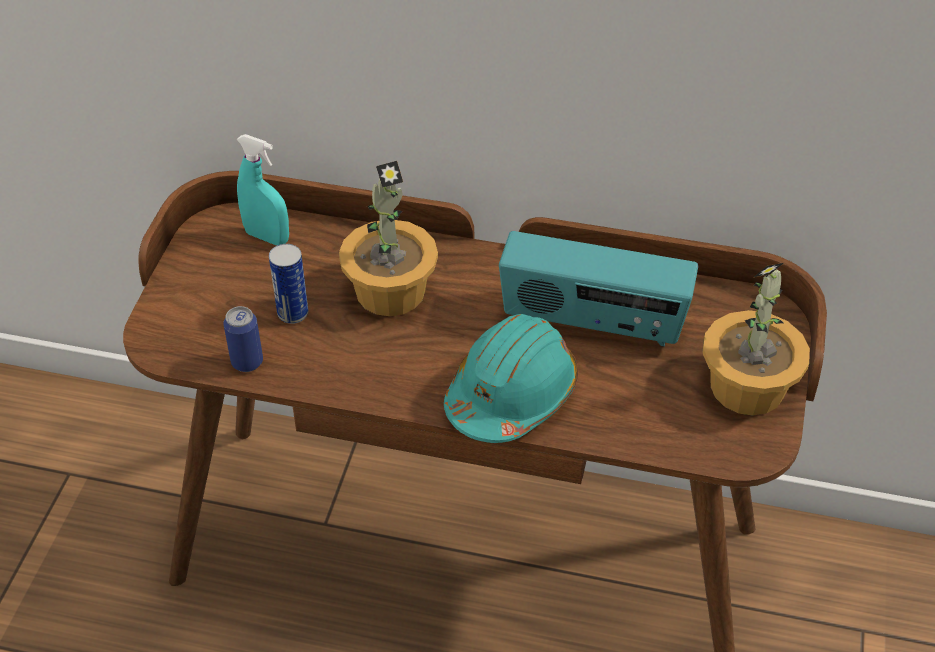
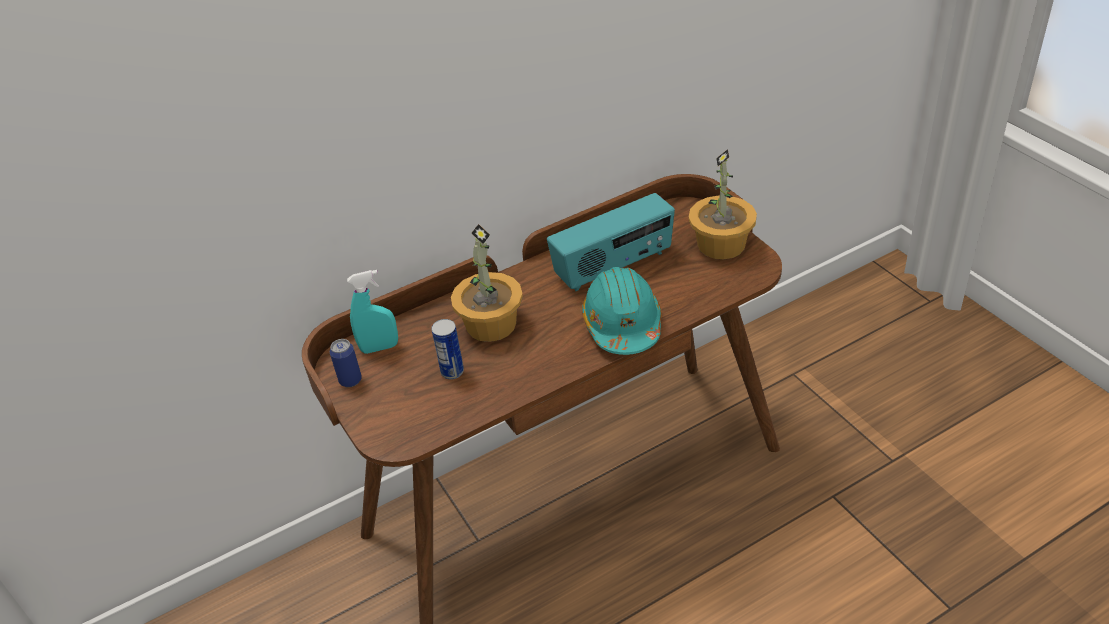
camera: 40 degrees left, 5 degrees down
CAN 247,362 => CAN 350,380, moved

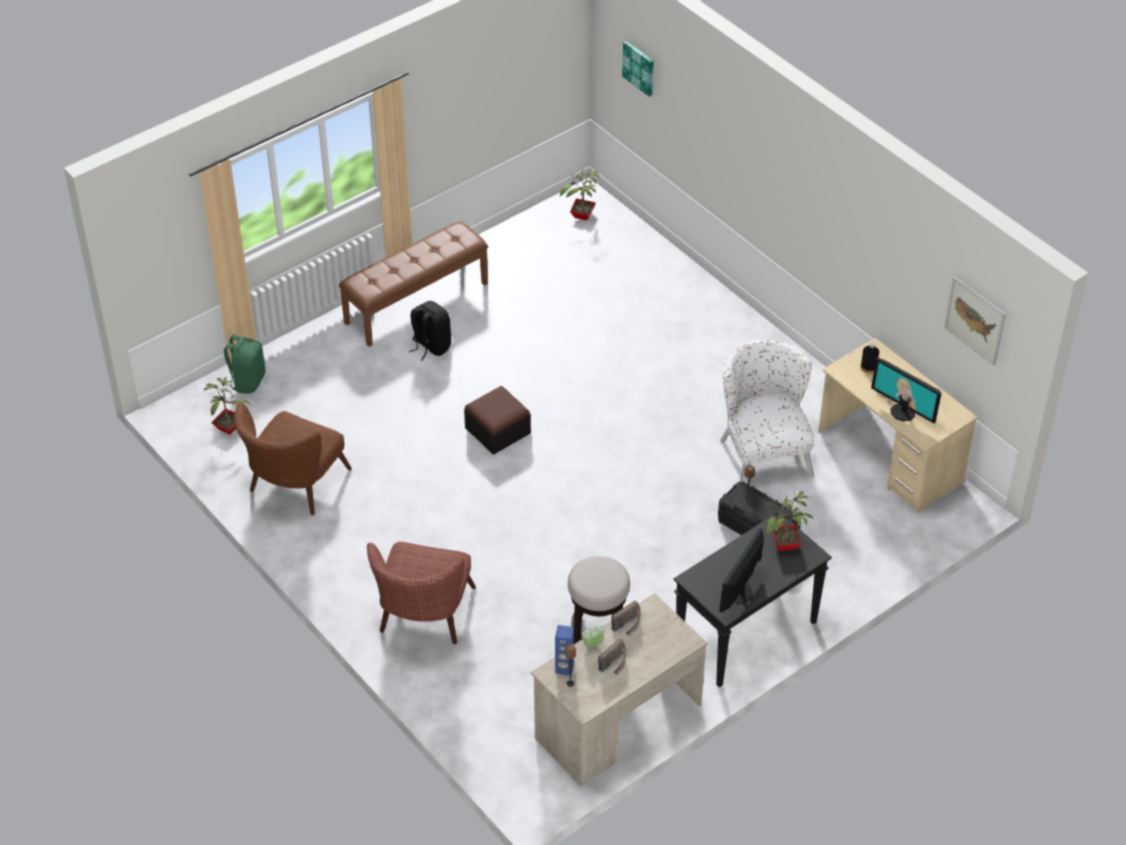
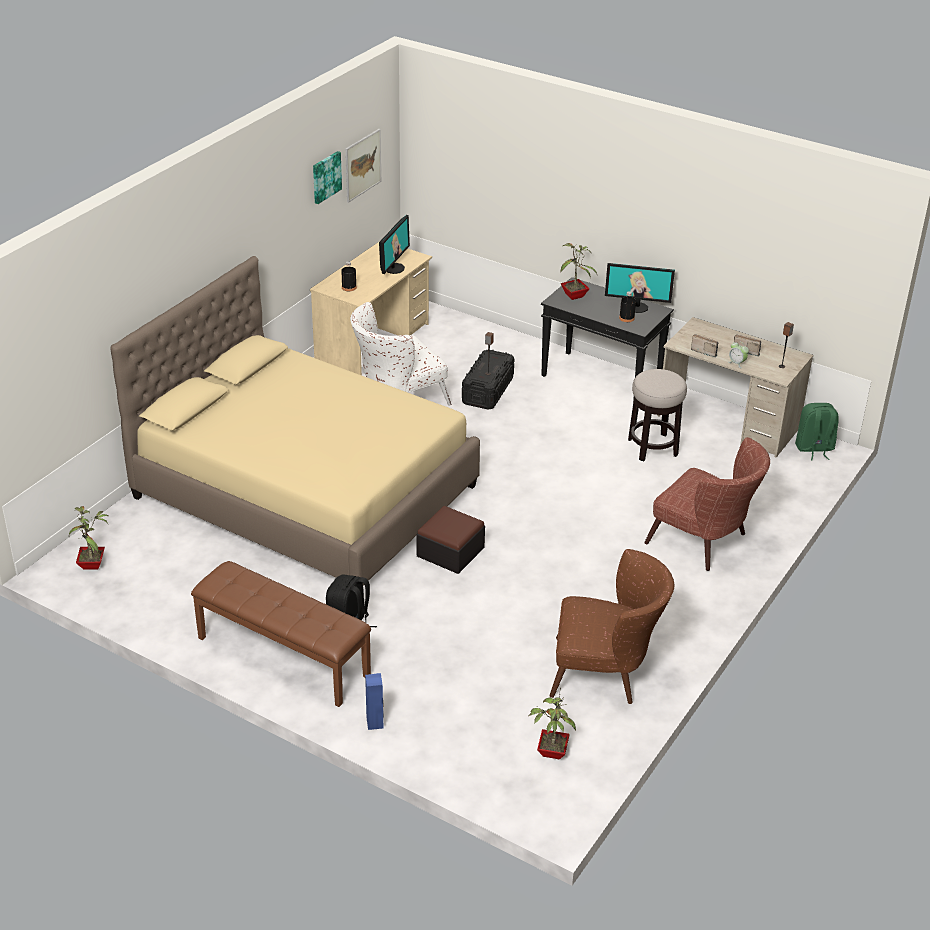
camera: 110 degrees left, 10 degrees down
PICTURE 639,67 => PICTURE 325,177, moved
GREEN BACKPACK 247,381 => GREEN BACKPACK 814,449, moved
BROWN ARMCHAIR 423,618 => BROWN ARMCHAIR 705,543, 45 degrees clockwise
BLUE SPEAKER 564,669 => BLUE SPEAKER 375,723, moved
nothing => BEIGE BED 306,491
nothing => BLACK BOTTLE 626,318

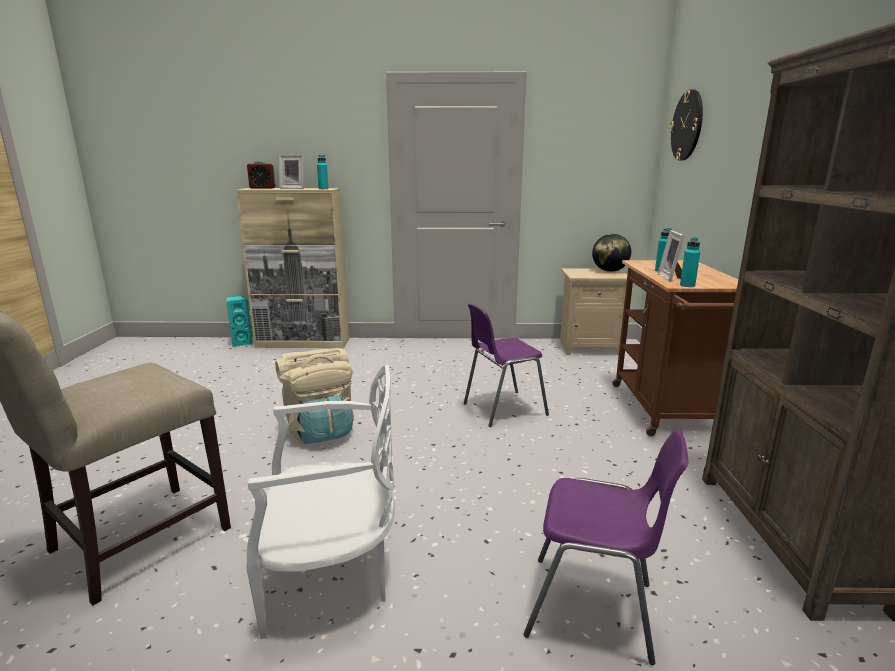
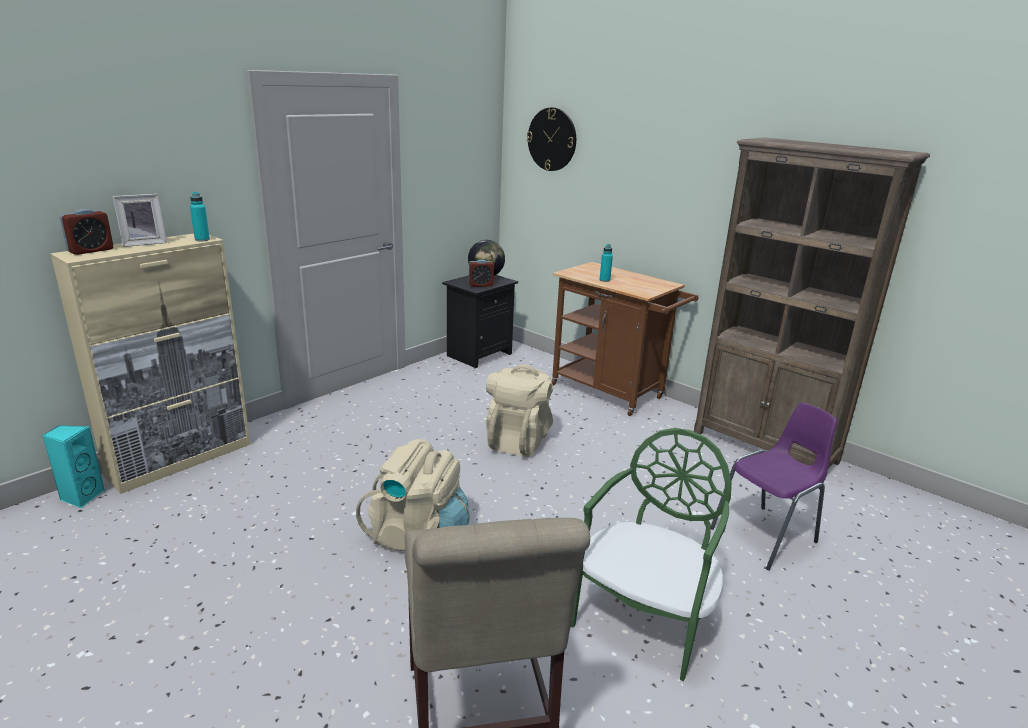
camera: 50 degrees left, 5 degrees up
PICTURE FRAME 671,278 => nothing
TURQUOISE BOTTLE 687,285 => nothing
BEIGE NIGHTSTAND 588,347 => BLACK NIGHTSTAND 478,354
PURPLE CHAIR 502,409 => BEIGE BACKPACK 518,440
WHITE CHAIR 331,576 => GREEN CHAIR 645,620
nothing => ALARM CLOCK 481,285

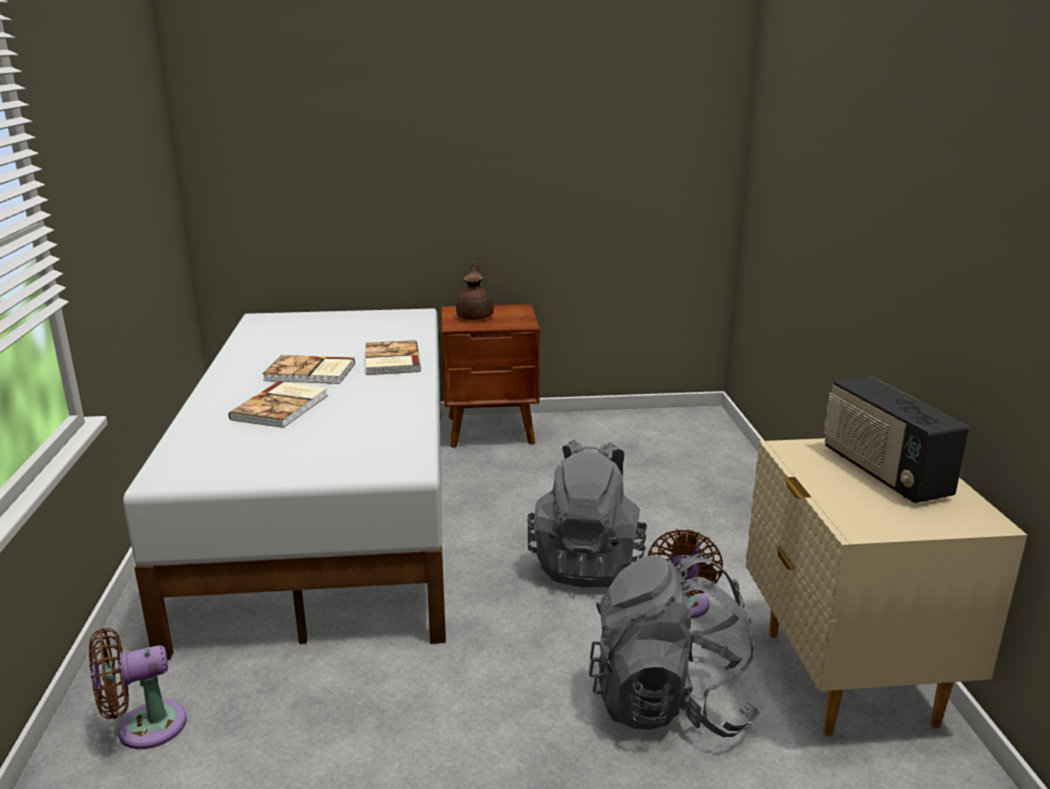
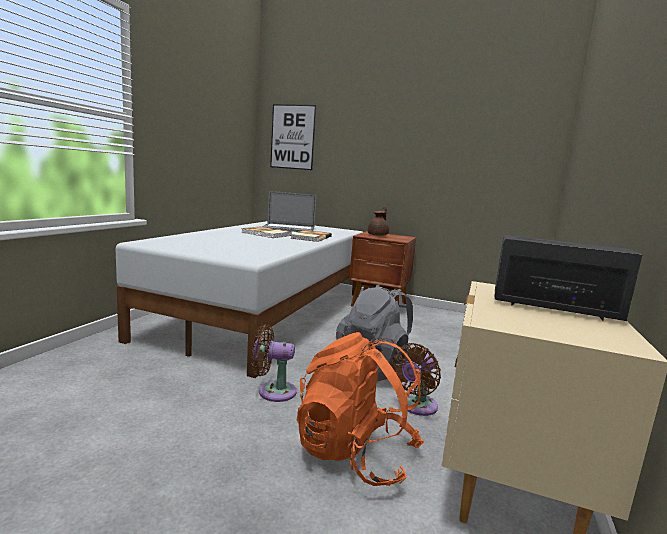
camera: 25 degrees right, 10 degrees down
RADIO 883,473 => RADIO 554,308, 105 degrees clockwise
BOOK 282,407 => nothing
GREY BACKPACK 669,703 => ORANGE BACKPACK 355,453
BROWN FAN 144,727 => BROWN FAN 273,391, moved
nothing => PICTURE 292,137
nothing => LAPTOP 288,229

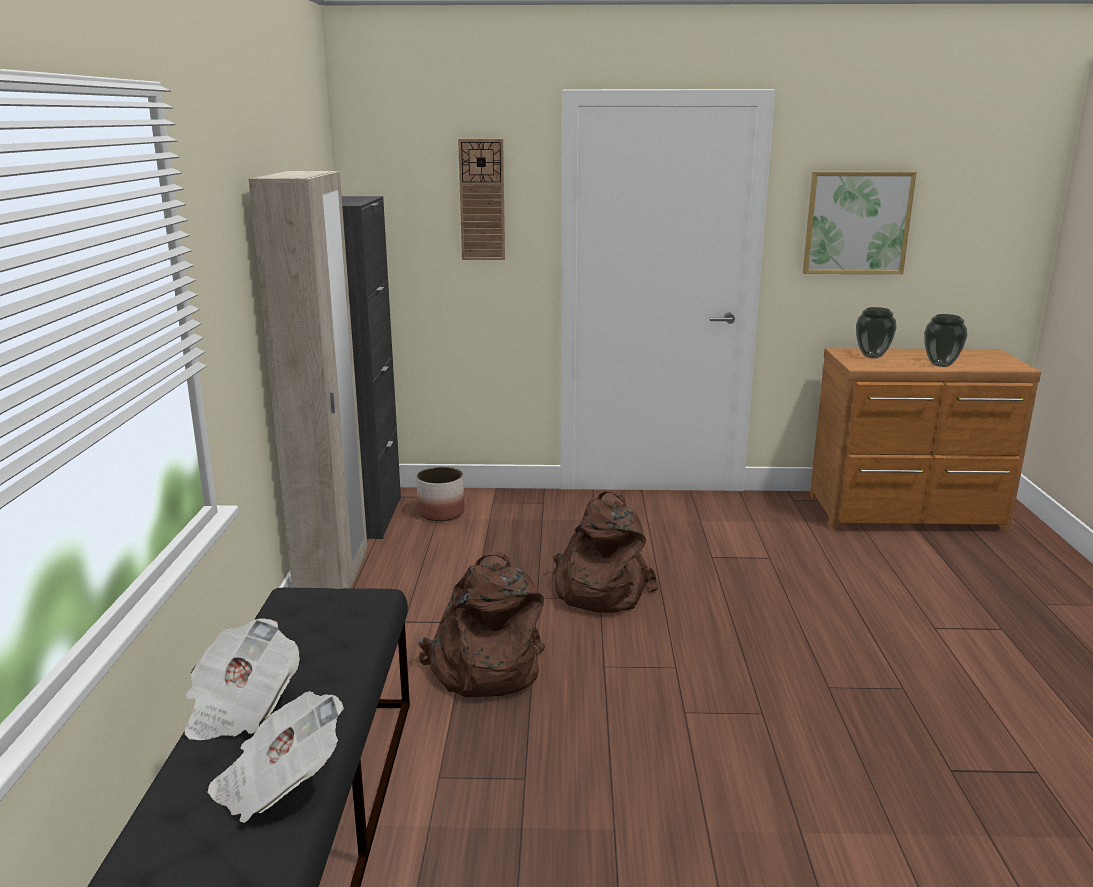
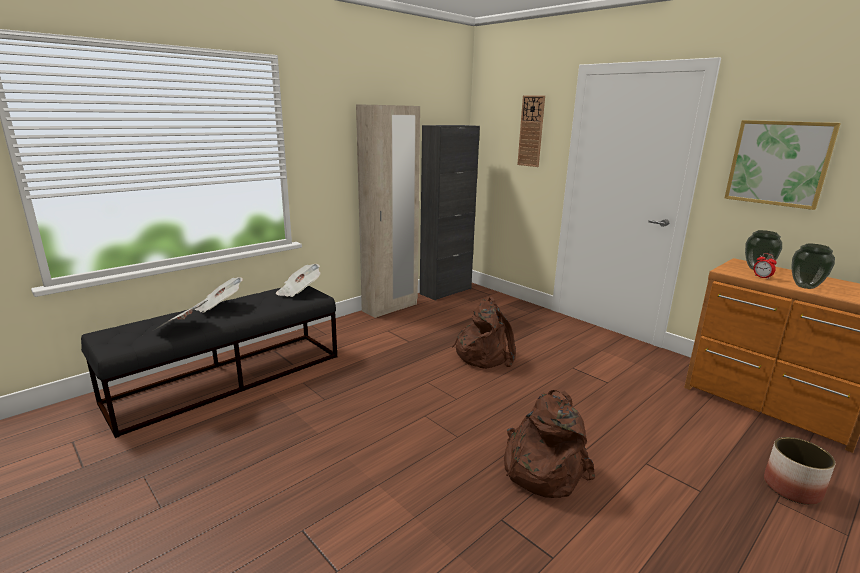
camera: 45 degrees right, 0 degrees up
PLANTER 441,513 => PLANTER 791,488, moved
BROWN BACKPACK 483,669 => BROWN BACKPACK 541,469, moved
nothing => ALARM CLOCK 762,277
nothing => NEWSPAPER 299,291

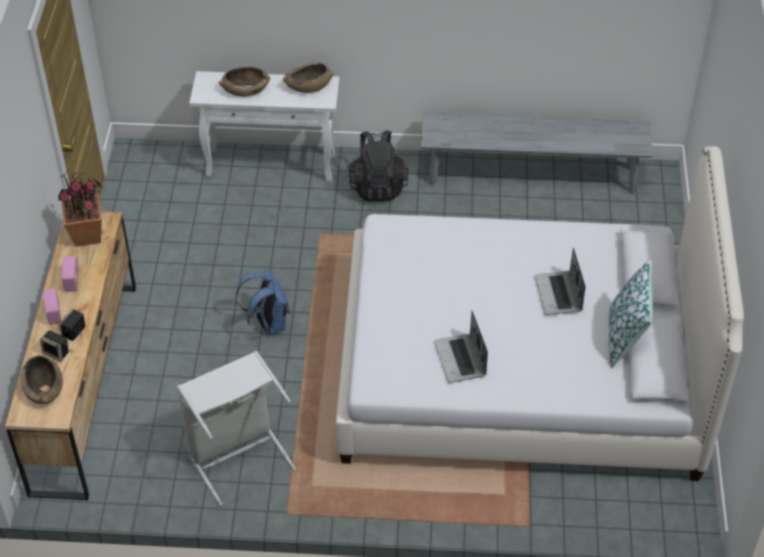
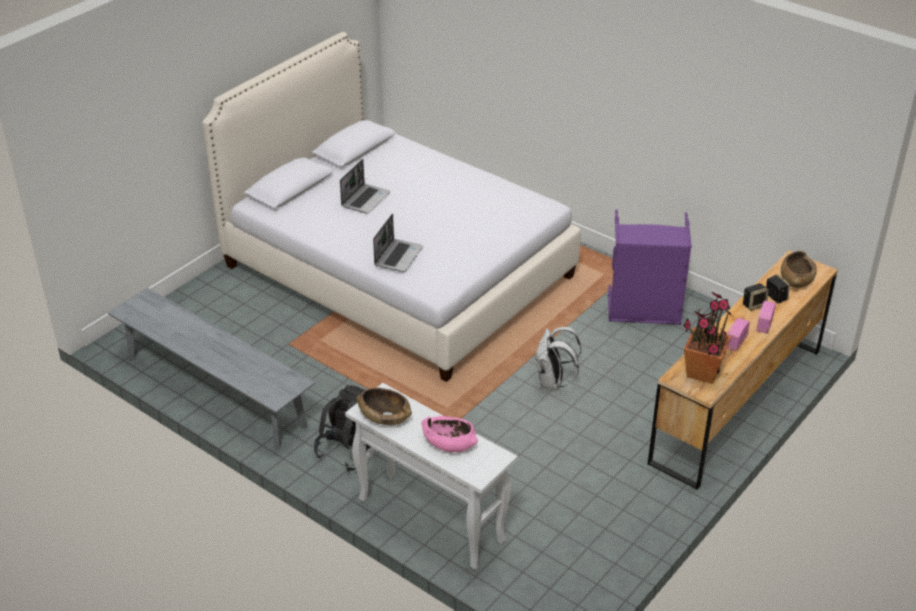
camera: 145 degrees left, 10 degrees down
BROWN BOWL 245,89 => PINK BOWL 448,442
PILLOW 625,337 => nothing
BLUE BACKPACK 268,324 => WHITE BACKPACK 552,382
LAPTOP 461,359 => LAPTOP 398,256, moved
GREY LAUNDRY BASKET 237,455 => PURPLE LAUNDRY BASKET 643,311

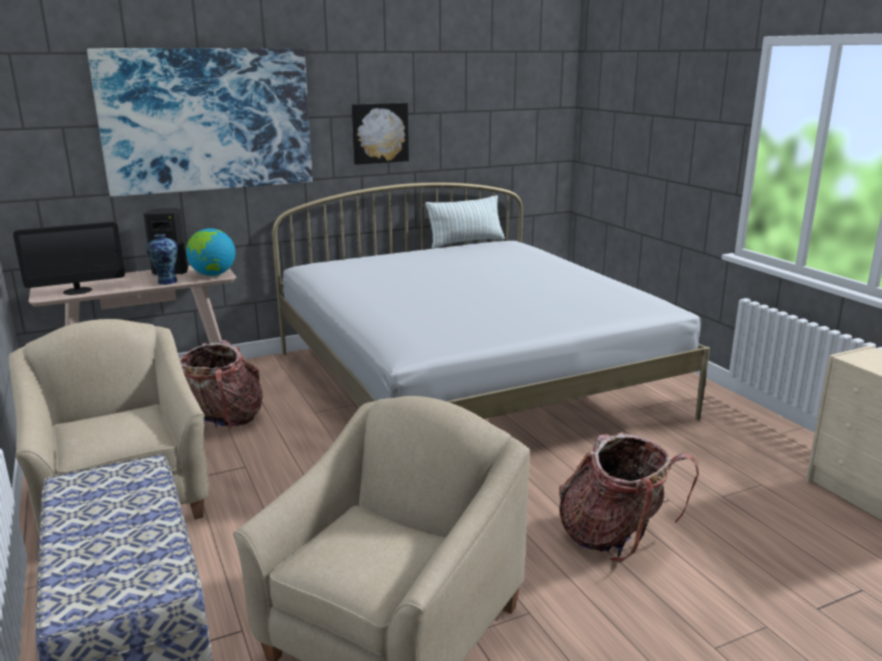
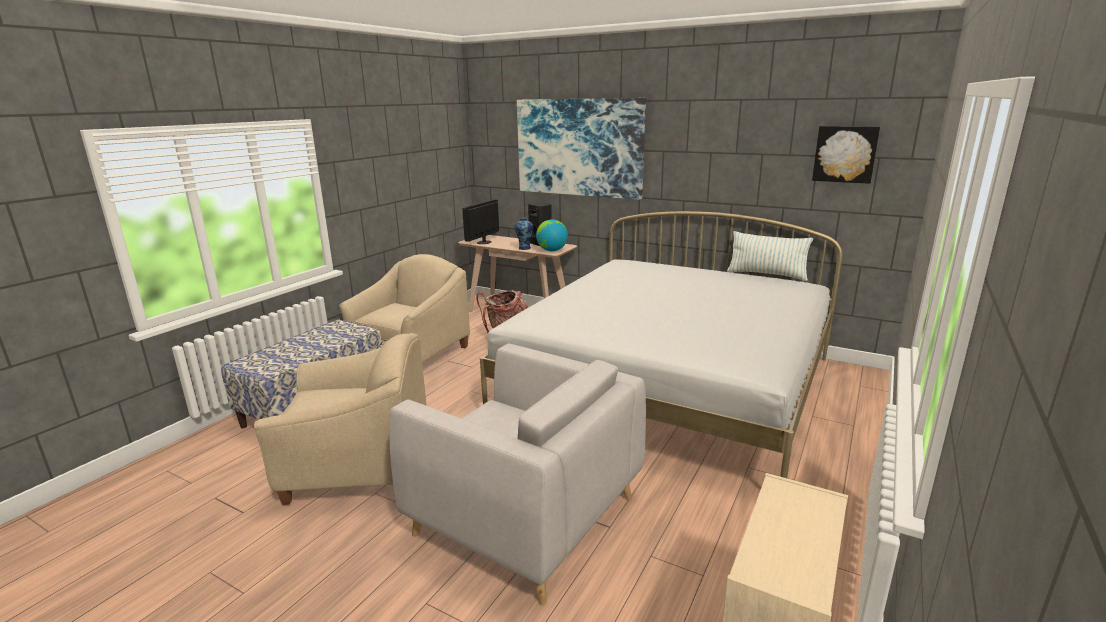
camera: 55 degrees right, 0 degrees up
PICTURE 379,133 => PICTURE 845,154, moved
MONITOR 77,291 => MONITOR 484,242, 90 degrees clockwise
BACKPACK 615,537 => GREY ARMCHAIR 526,515

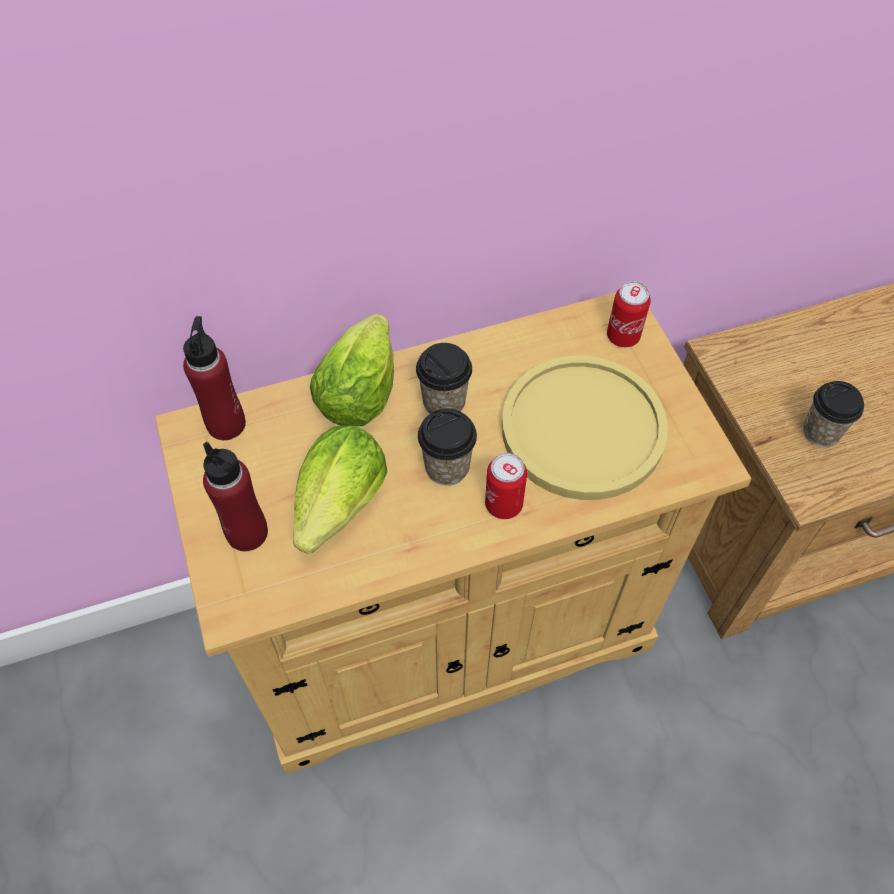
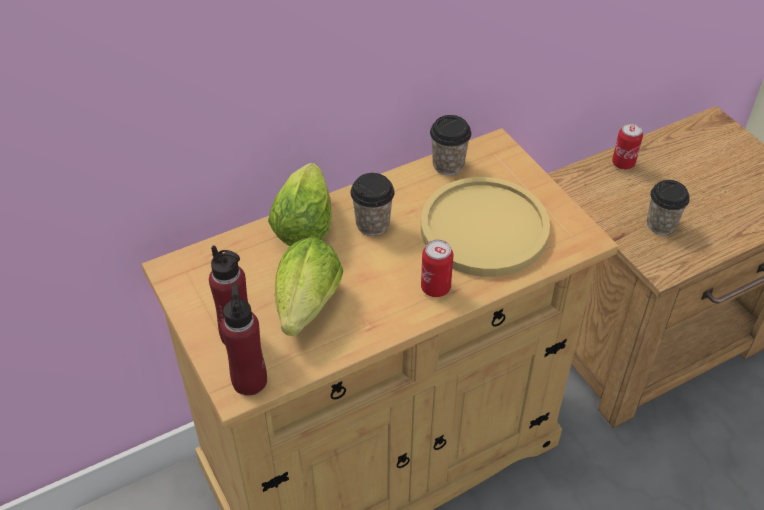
camera: 10 degrees left, 10 degrees down
CAN 623,336 => CAN 623,163, moved
RED BOTTLE 226,424 => RED BOTTLE 249,380, moved
CUP 447,467 => CUP 448,165, moved

